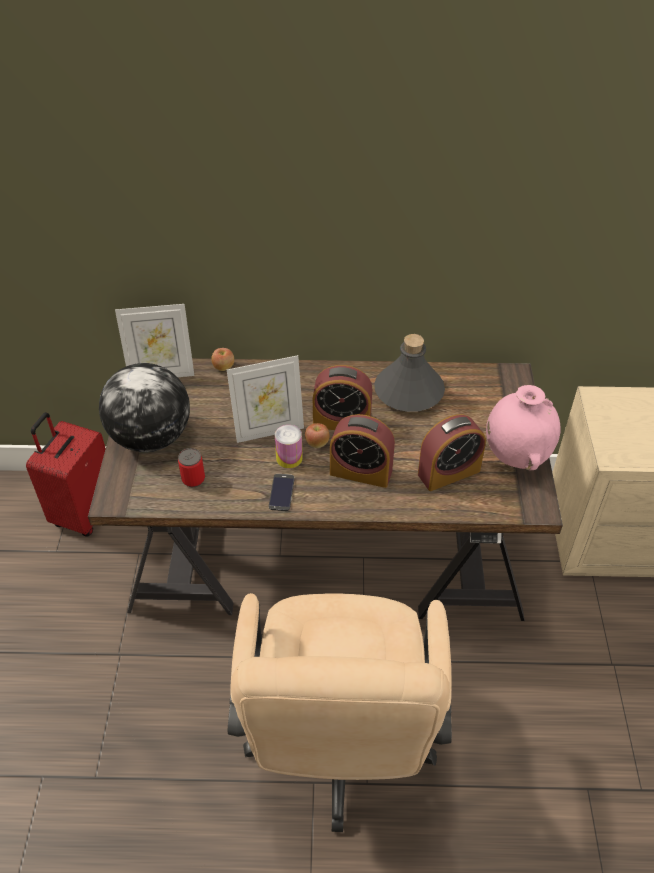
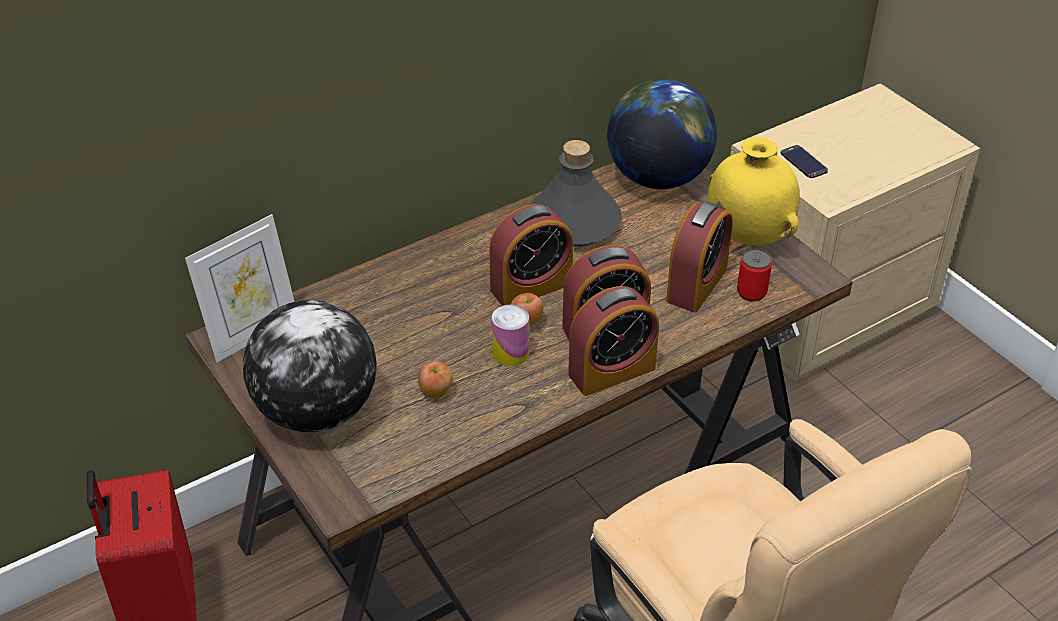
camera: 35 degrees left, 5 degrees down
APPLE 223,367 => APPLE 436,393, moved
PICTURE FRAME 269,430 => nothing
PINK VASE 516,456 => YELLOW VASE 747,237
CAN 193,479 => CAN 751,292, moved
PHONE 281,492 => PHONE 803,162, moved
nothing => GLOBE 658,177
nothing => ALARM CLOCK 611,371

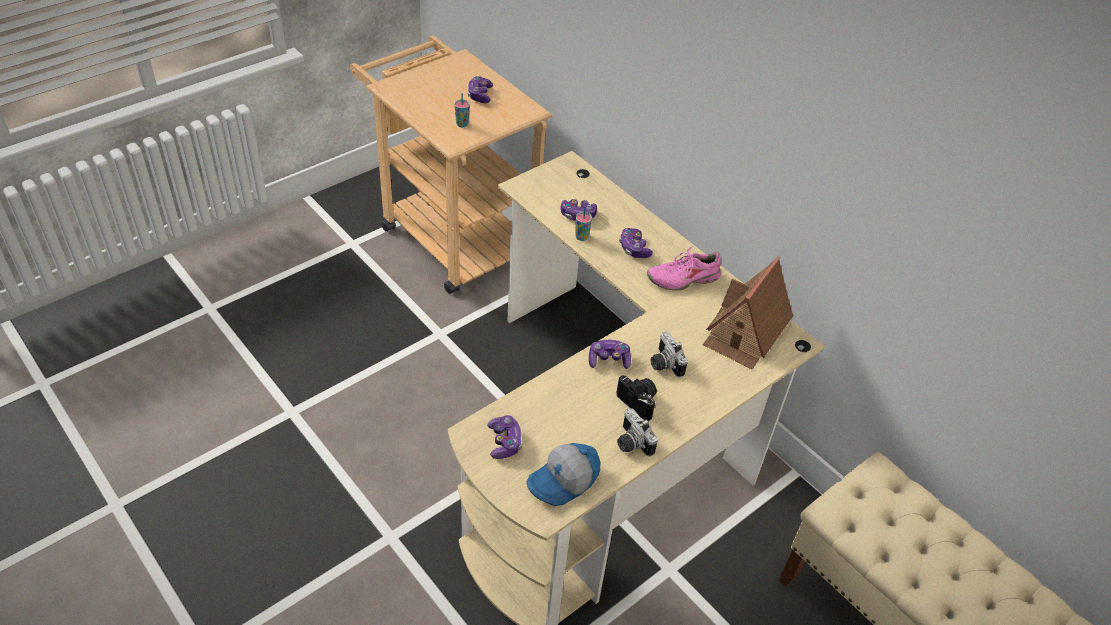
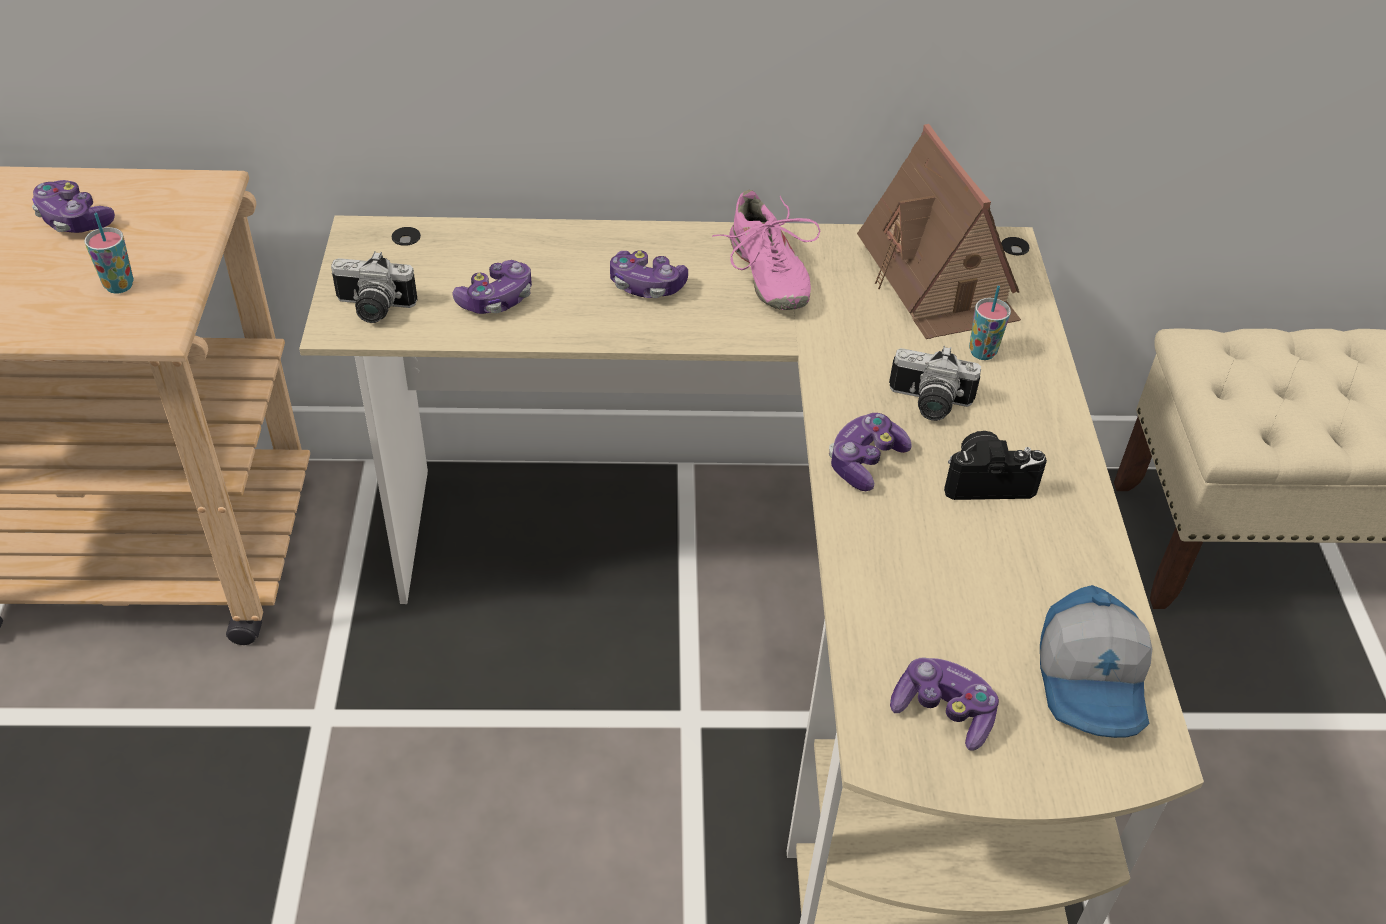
camera: 50 degrees left, 0 degrees up
CUP 581,237 => CUP 982,352, moved
PINK SHOE 683,278 => PINK SHOE 766,274, 45 degrees counterclockwise
PHOTO CAMERA 631,443 => PHOTO CAMERA 373,309, moved

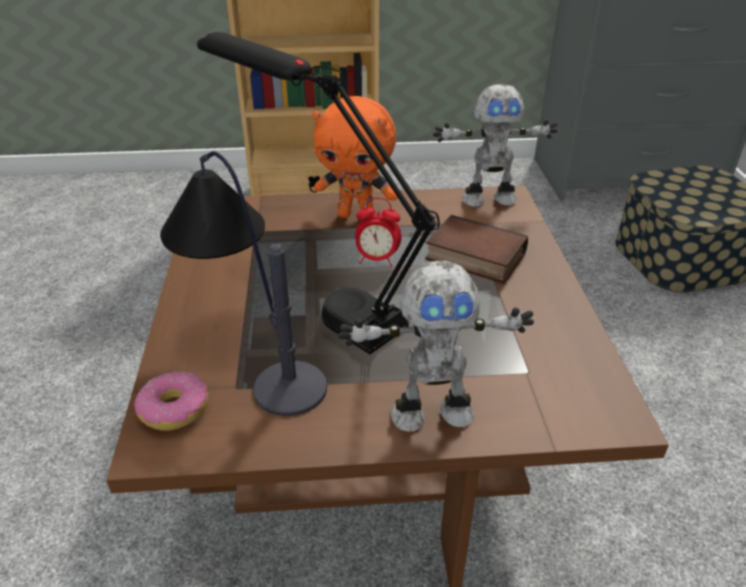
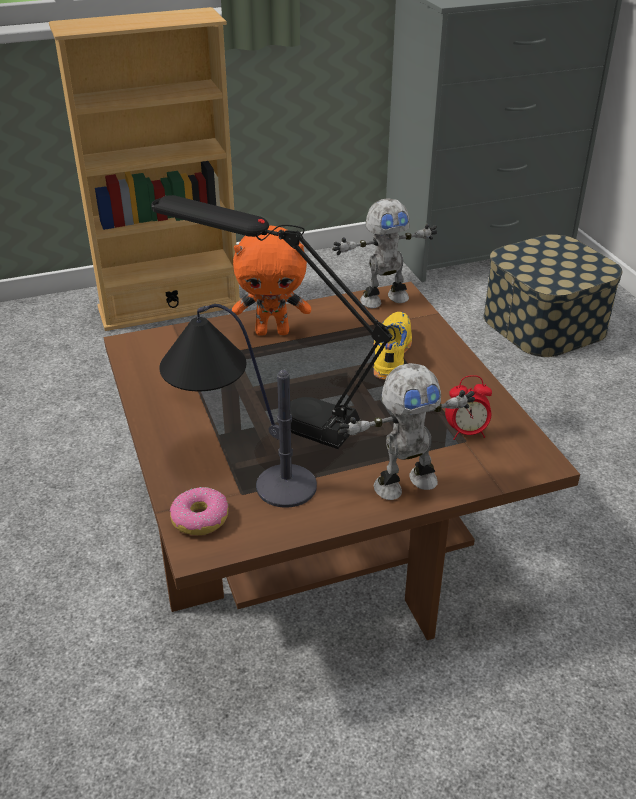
camera: 15 degrees left, 0 degrees up
ALARM CLOCK 377,260 => ALARM CLOCK 466,432, moved
BOOK 473,257 => YELLOW SHOE 390,355

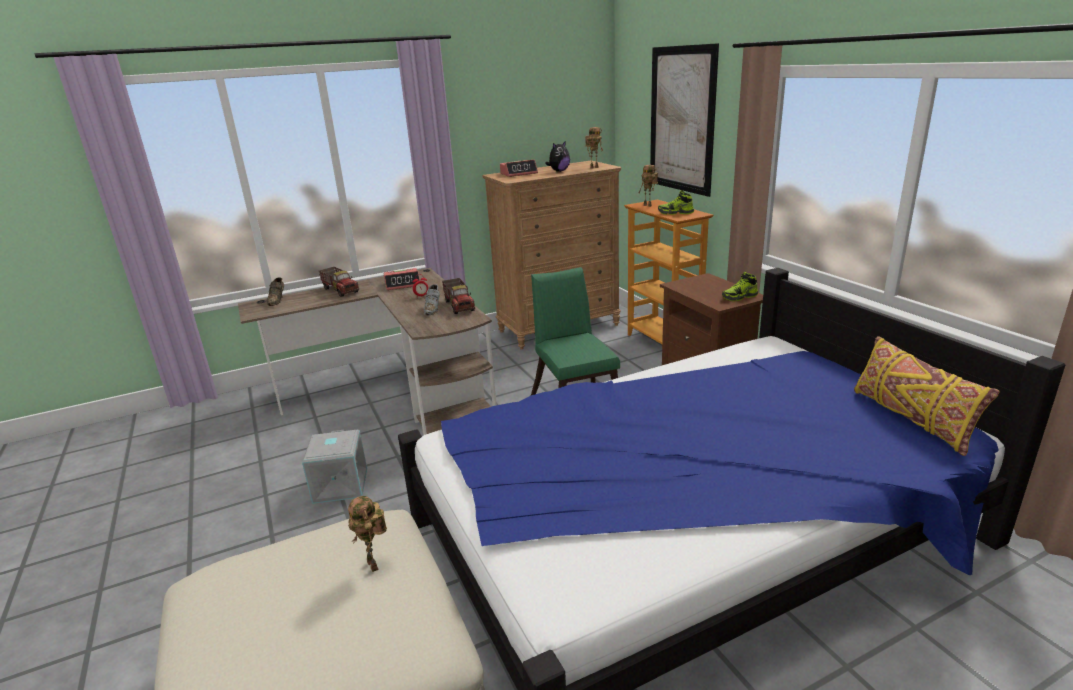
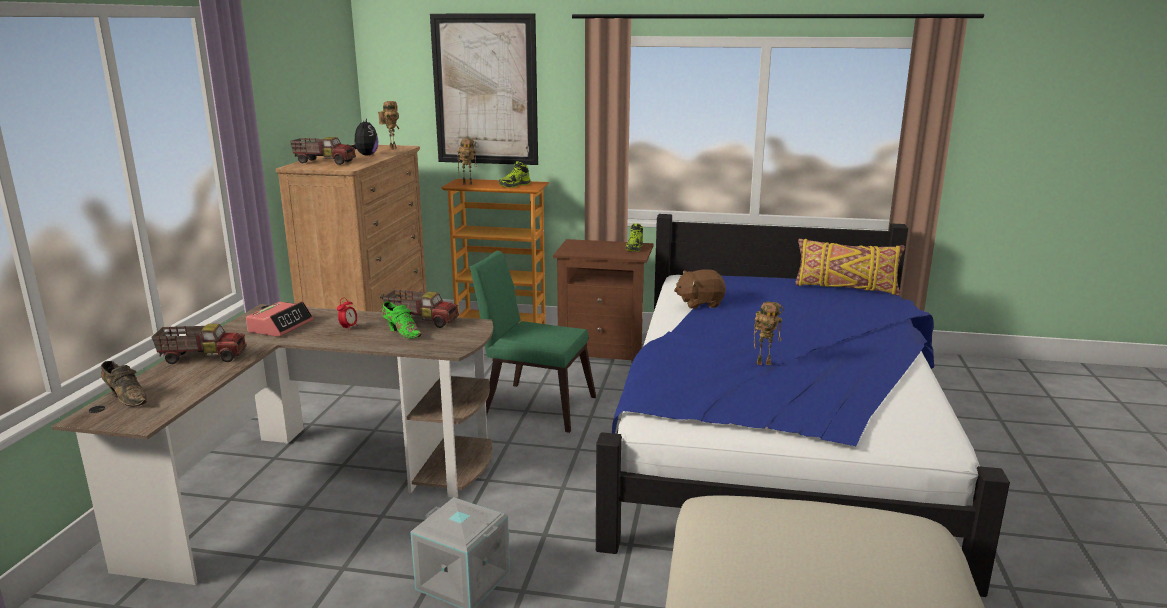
camera: 55 degrees left, 5 degrees down
ALARM CLOCK 519,173 => TOY TRUCK 324,162
GREY SHOE 433,309 => GREEN SHOE 402,332
TOY ROBOT 375,565 => TOY ROBOT 764,363, moved
nothing => BROWN PLUSH TOY 700,303

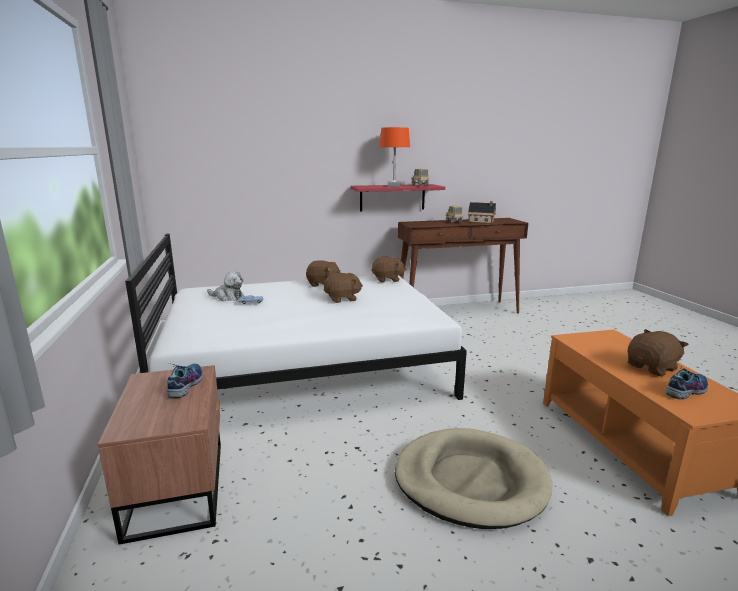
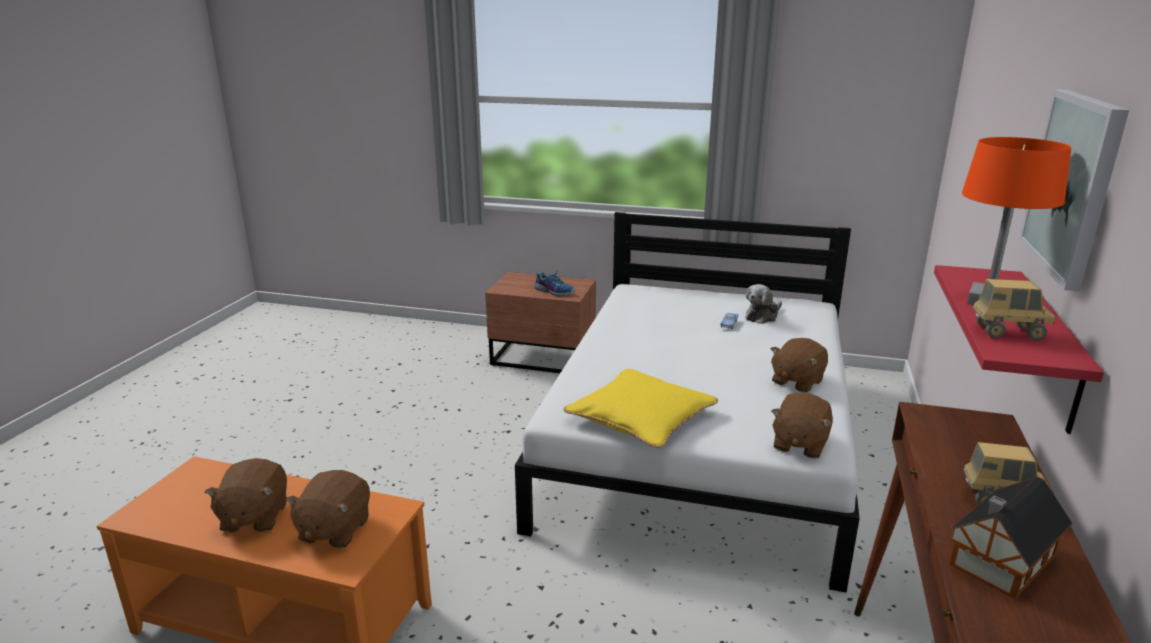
camera: 120 degrees right, 5 degrees up
BROWN PLUSH TOY 342,299 => BROWN PLUSH TOY 334,530, moved
SHOE 685,390 => nothing
BEIGE DOG BED 470,481 => nothing
nothing => PICTURE 1073,185
nothing => YELLOW PILLOW 641,417

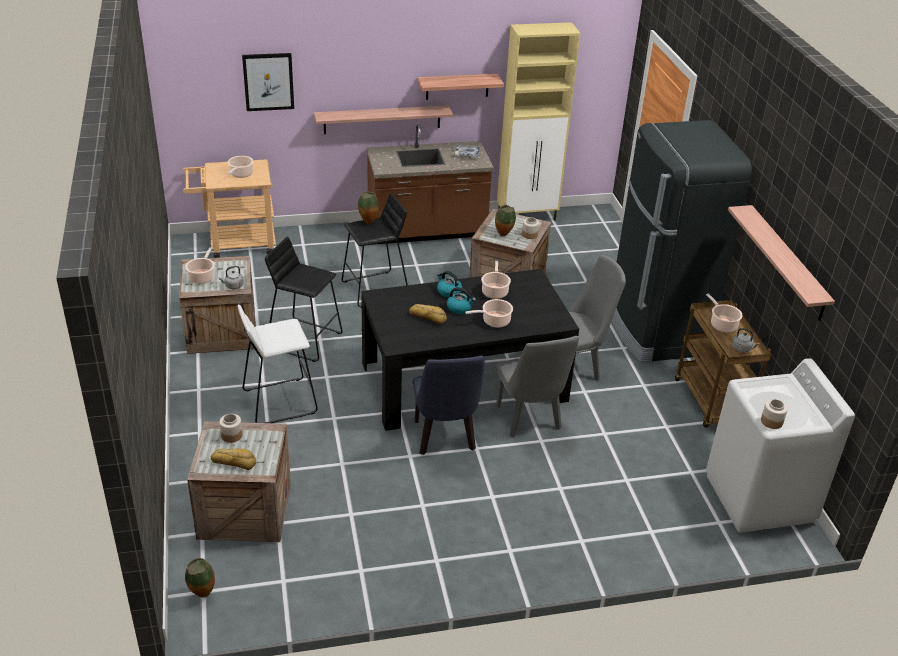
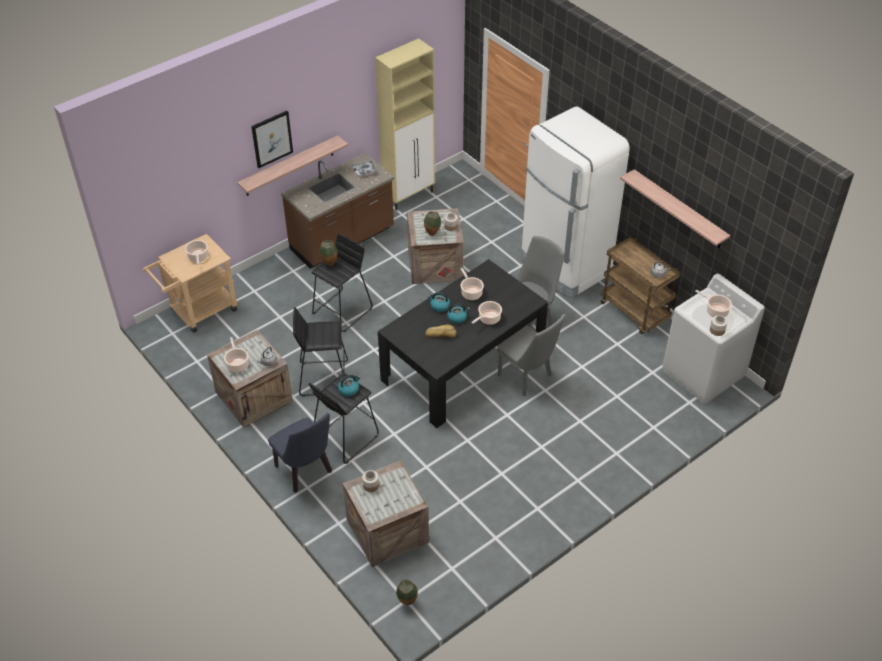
camera: 25 degrees left, 10 degrees up
PICTURE 268,81 => PICTURE 272,138, moved
SHELF 457,86 => nothing
BLACK FRIDGE 655,331 => WHITE FRIDGE 564,267
COOKING POT 722,324 => COOKING POT 715,311, moved
WHITE STOOL 279,401 => BLACK STOOL 344,437
BLUE CHAIR 445,439 => BLUE CHAIR 306,472, moved
BREAD 234,461 => nothing
nothing => KETTLE 349,389

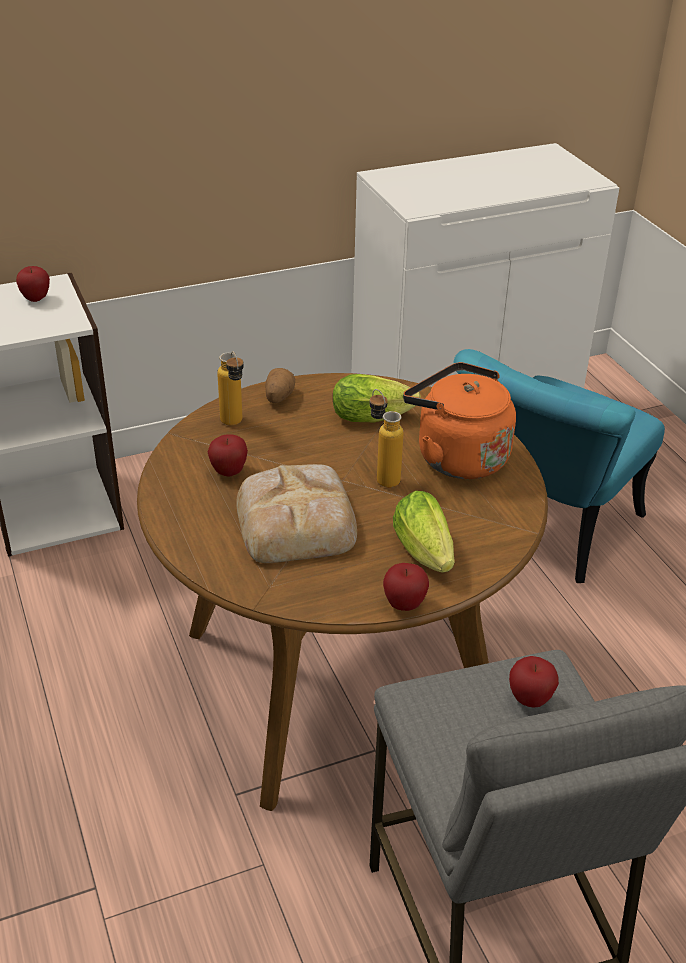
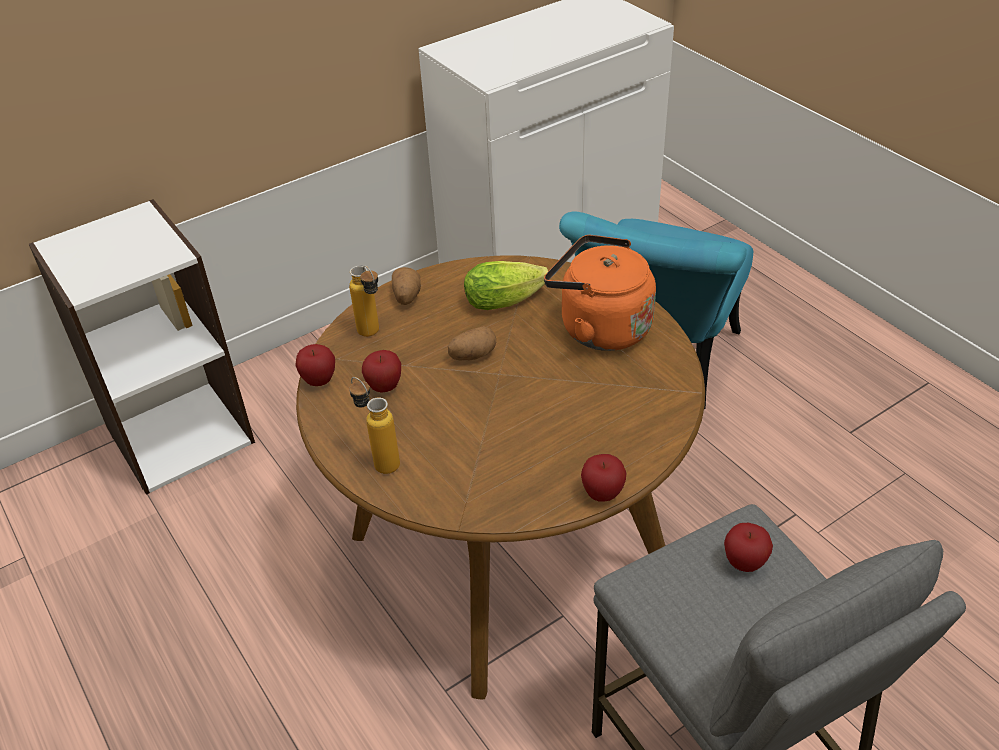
camera: 10 degrees left, 5 degrees up
APPLE 36,299 => APPLE 319,380, moved
BOTTLE 382,476 => BOTTLE 379,460, moved
BREAD 297,521 => nothing
LETTUCE 426,553 => nothing
nothing => POTATO 473,355

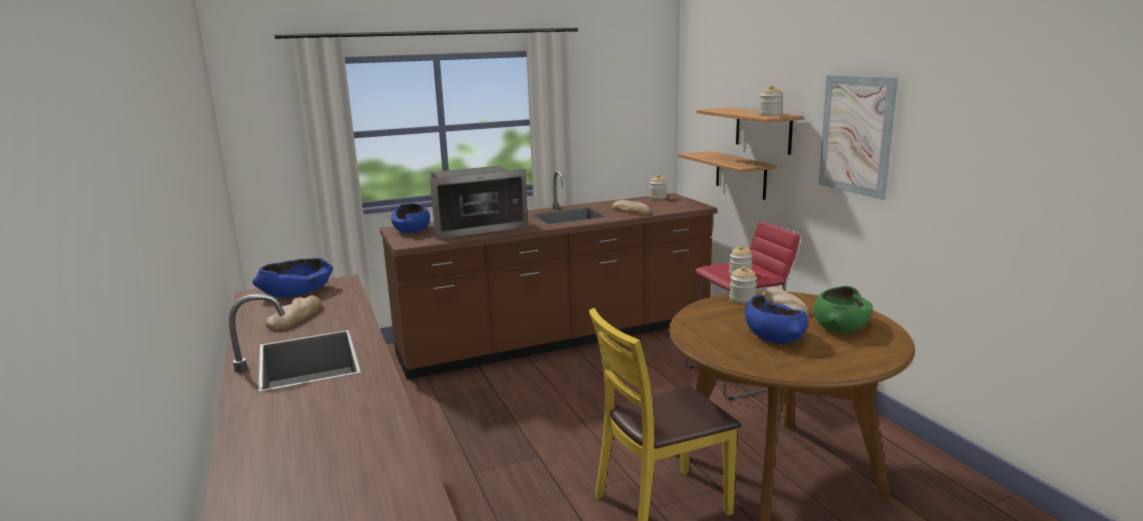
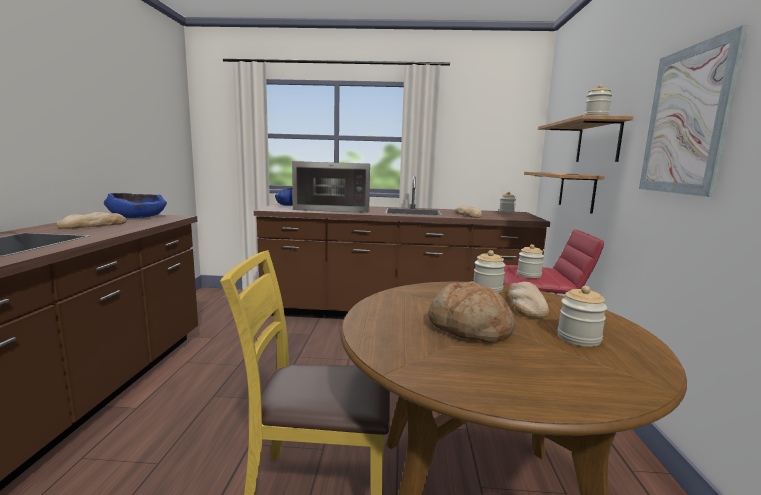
camera: 25 degrees right, 5 degrees down
GREEN BOWL 840,325 => JAR 578,338
BLUE BOWL 773,335 => BREAD 469,328

